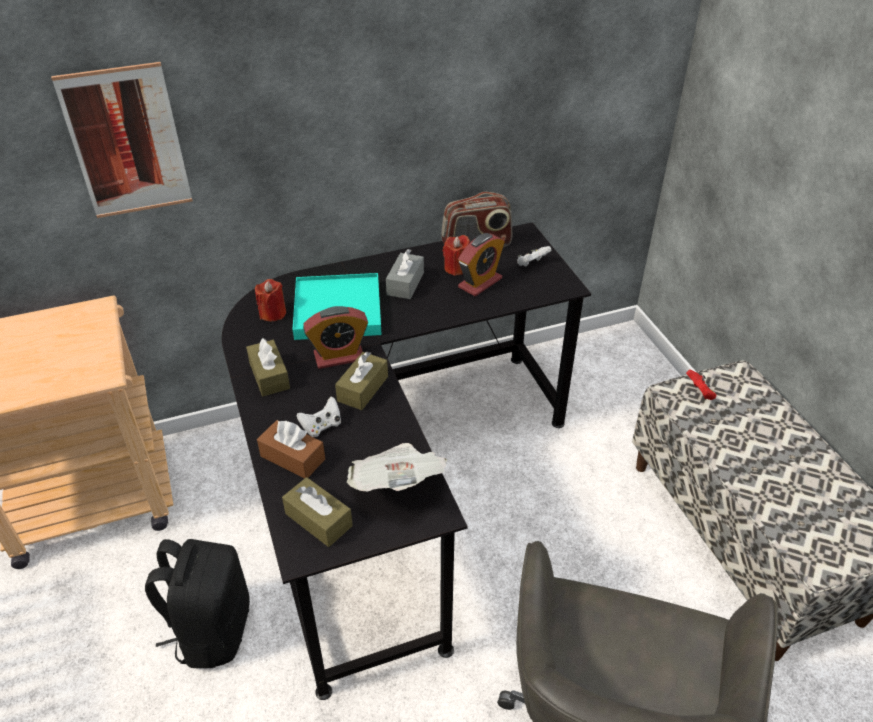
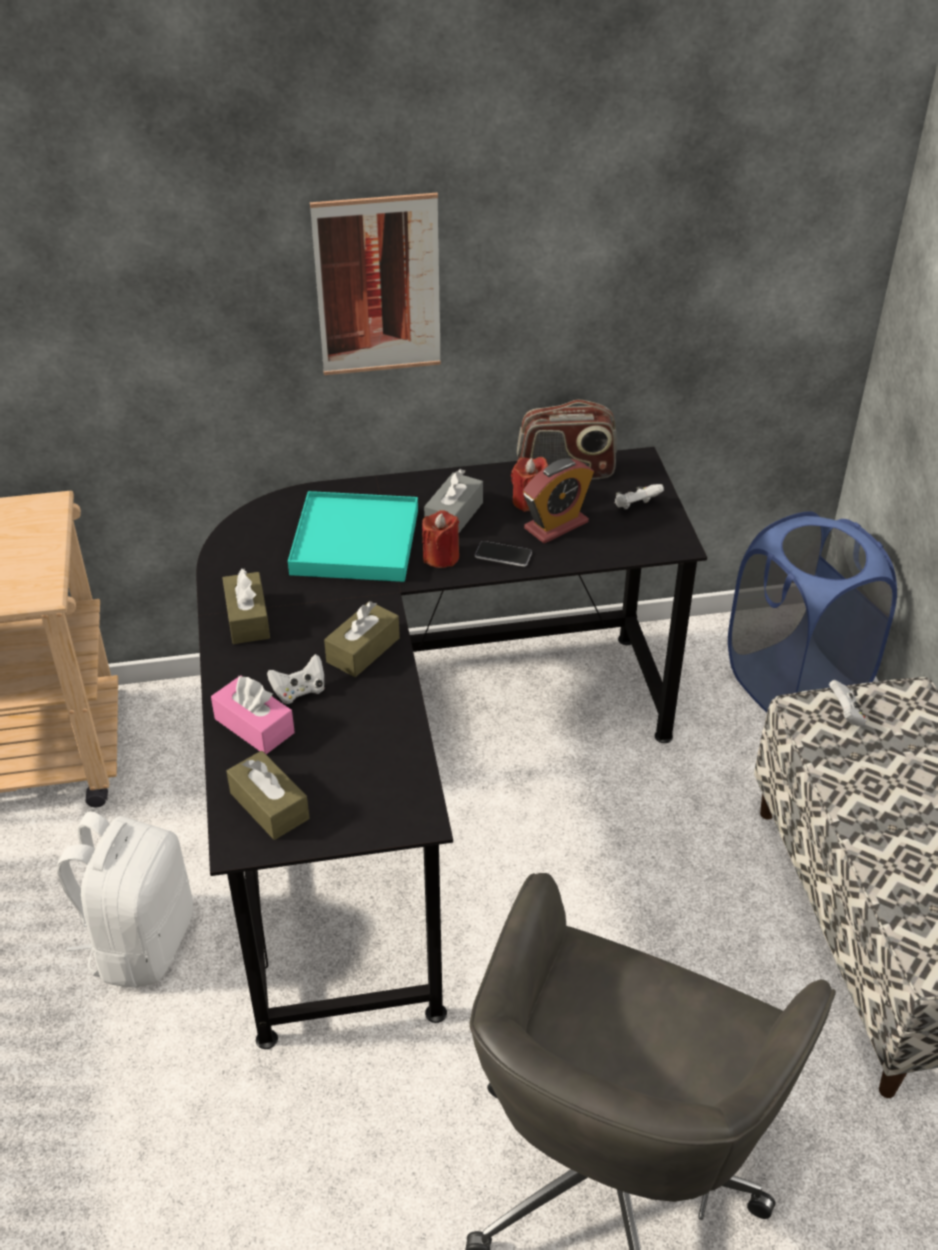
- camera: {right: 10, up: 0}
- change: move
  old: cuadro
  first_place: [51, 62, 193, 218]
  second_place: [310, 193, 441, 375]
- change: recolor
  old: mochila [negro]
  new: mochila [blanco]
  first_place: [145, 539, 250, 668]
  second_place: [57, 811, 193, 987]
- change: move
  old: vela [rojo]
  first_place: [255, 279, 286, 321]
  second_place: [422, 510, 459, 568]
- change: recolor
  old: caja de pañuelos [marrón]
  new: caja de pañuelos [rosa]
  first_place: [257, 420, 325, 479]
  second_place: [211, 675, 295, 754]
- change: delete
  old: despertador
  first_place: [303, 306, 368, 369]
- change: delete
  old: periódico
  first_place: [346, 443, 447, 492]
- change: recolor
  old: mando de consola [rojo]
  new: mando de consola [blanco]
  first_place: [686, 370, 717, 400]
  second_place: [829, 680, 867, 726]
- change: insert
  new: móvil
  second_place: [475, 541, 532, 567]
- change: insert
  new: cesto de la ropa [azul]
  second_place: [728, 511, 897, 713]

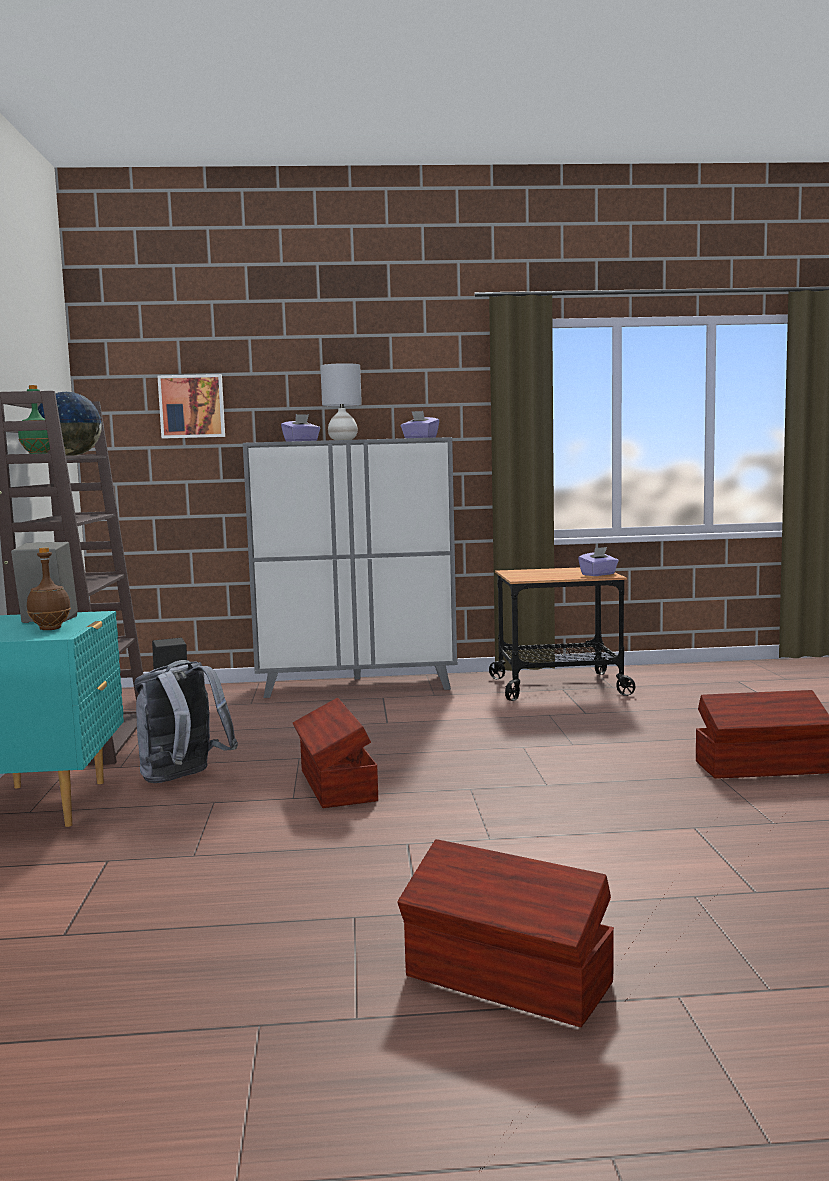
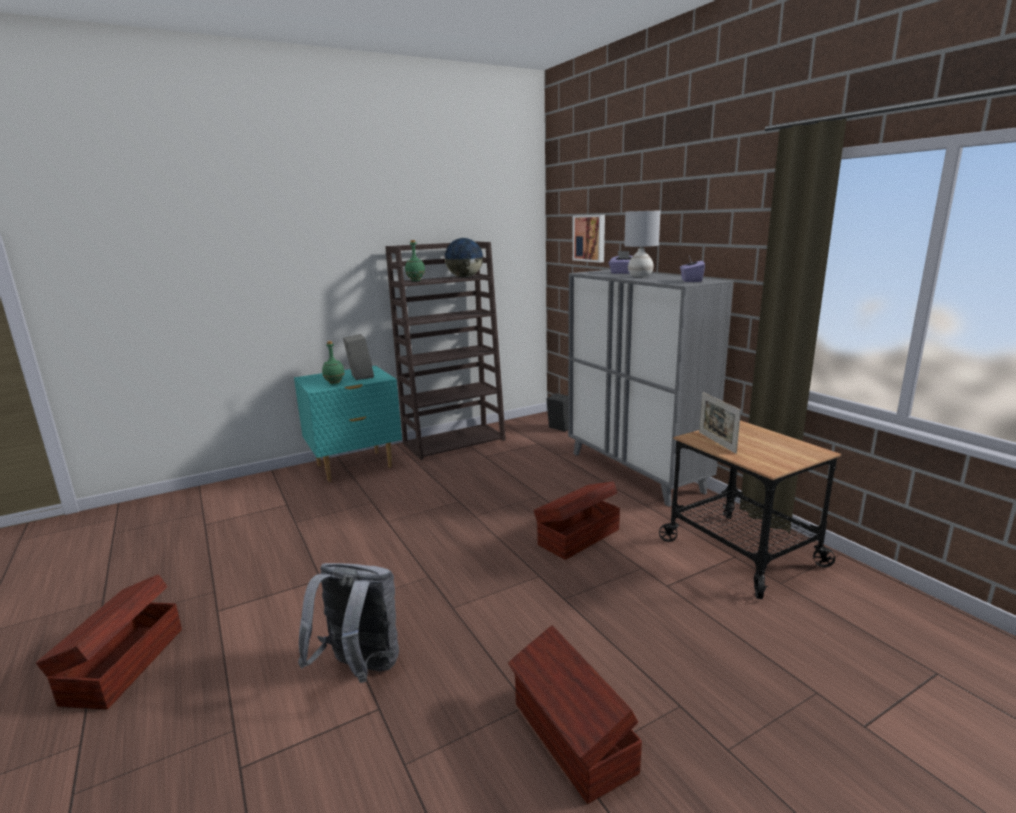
- camera: {right: 65, up: 10}
- change: recolor
  old: botella [marrón]
  new: botella [verde]
  first_place: [27, 547, 71, 630]
  second_place: [322, 341, 345, 384]
- change: move
  old: mochila [gris]
  first_place: [134, 660, 238, 783]
  second_place: [298, 563, 399, 683]
- change: move
  old: caja de almacenaje [marrón]
  first_place: [293, 698, 378, 808]
  second_place: [534, 481, 620, 560]
- change: delete
  old: caja de pañuelos [morado]
  first_place: [578, 547, 619, 576]
- change: insert
  new: portarretratos
  second_place: [699, 392, 741, 454]

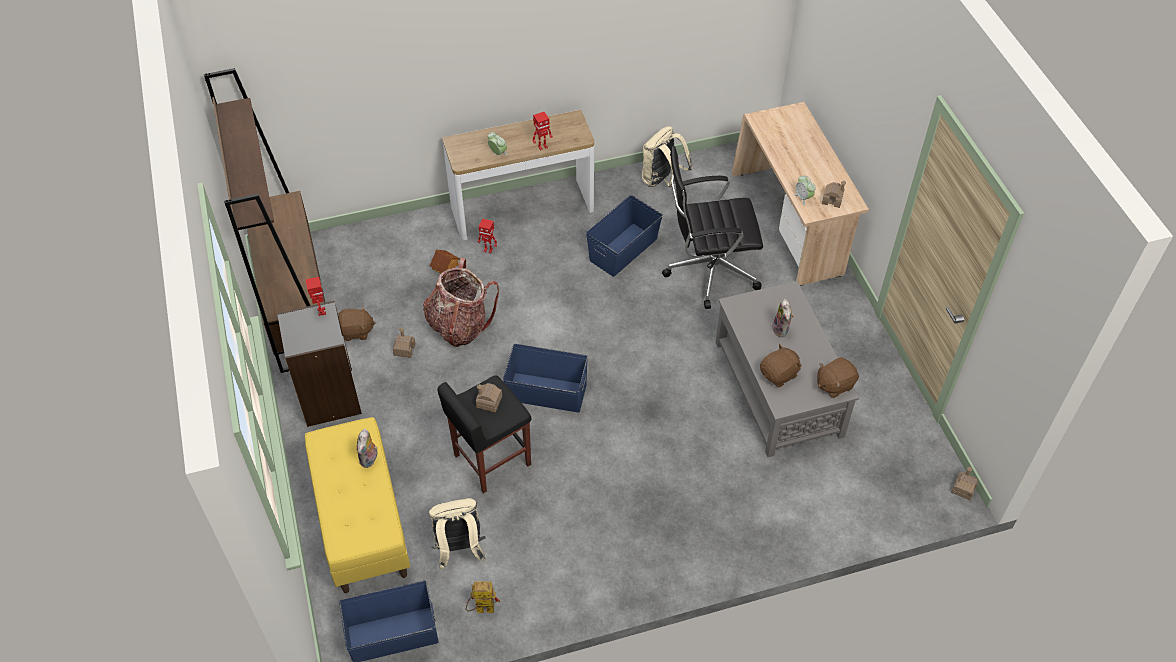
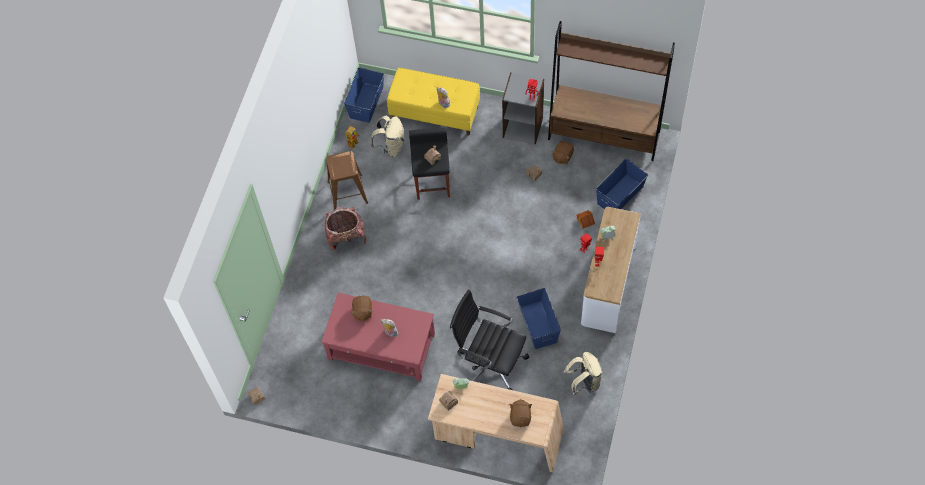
- camera: {right: 125, up: 10}
- change: move
  old: mochila
  first_place: [423, 258, 499, 347]
  second_place: [325, 207, 366, 250]
- change: move
  old: caja de almacenaje [azul]
  first_place: [503, 344, 588, 413]
  second_place: [596, 159, 648, 209]
- change: rotate
  old: silla de oficina [negro]
  first_place: [662, 146, 763, 309]
  second_place: [450, 290, 529, 390]
  degrees: -90
- change: recolor
  old: mesa de centro [gris]
  new: mesa de centro [rojo]
  first_place: [715, 281, 859, 457]
  second_place: [321, 293, 435, 381]
- change: move
  old: peluche [marrón]
  first_place: [817, 357, 859, 398]
  second_place: [510, 399, 532, 428]
- change: insert
  new: taburete [marrón]
  second_place: [326, 151, 368, 210]

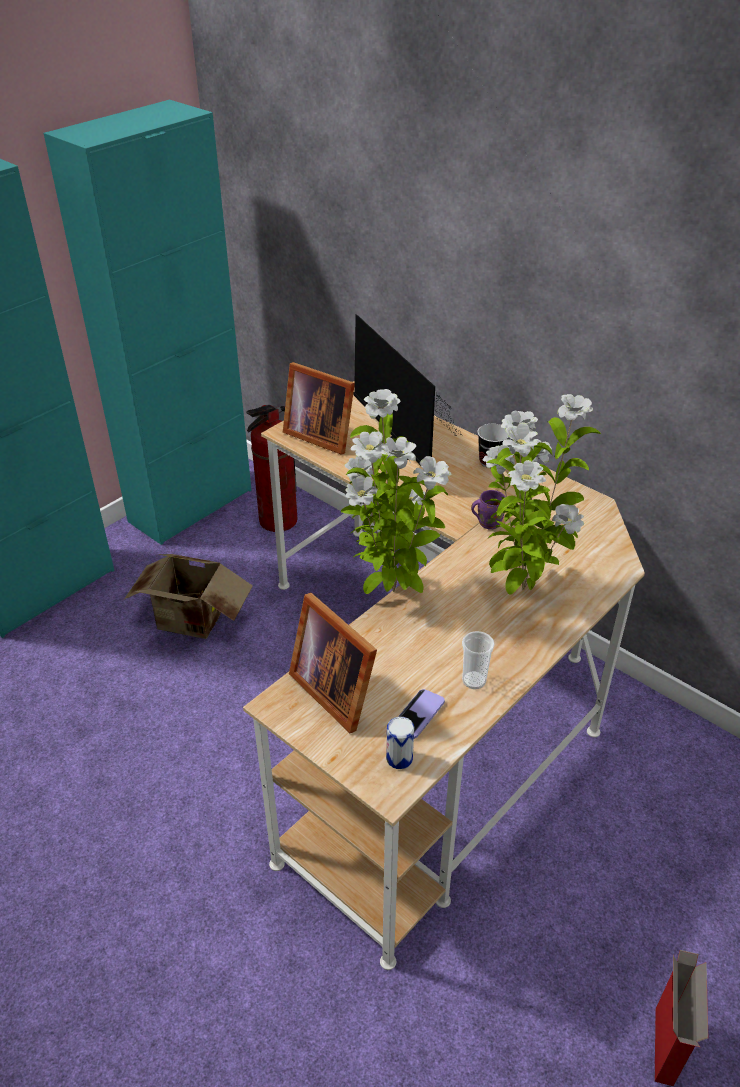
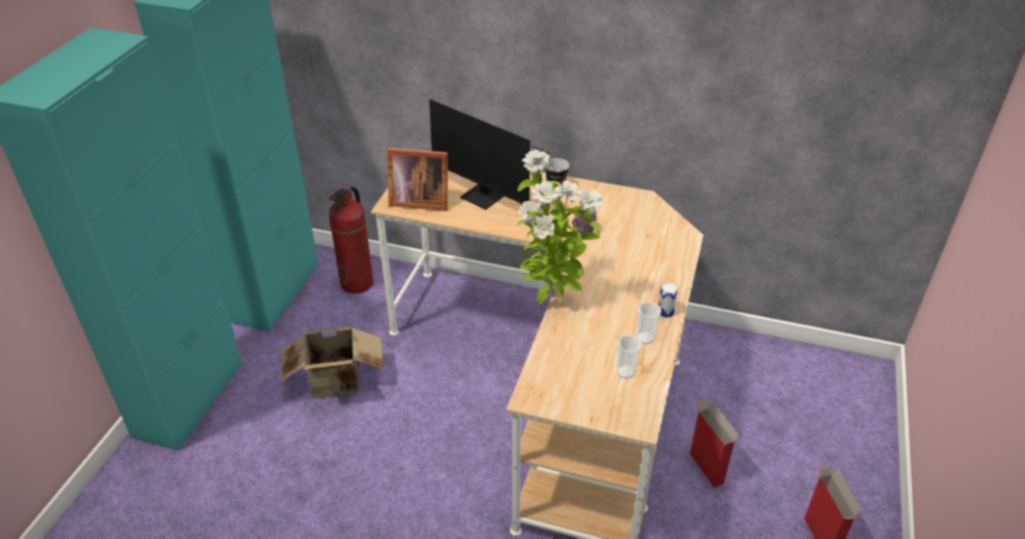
- camera: {right: -25, up: 0}
- change: delete
  old: portarretratos
  first_place: [289, 593, 377, 733]
- change: move
  old: lata
  first_place: [386, 717, 414, 769]
  second_place: [658, 283, 678, 317]
- change: replace
  old: móvil
  new: taza
  first_place: [398, 689, 445, 739]
  second_place: [617, 335, 642, 379]
- change: delete
  old: planta en maceta
  first_place: [483, 394, 601, 595]
- change: insert
  new: caja de cartón
  second_place: [690, 399, 740, 488]

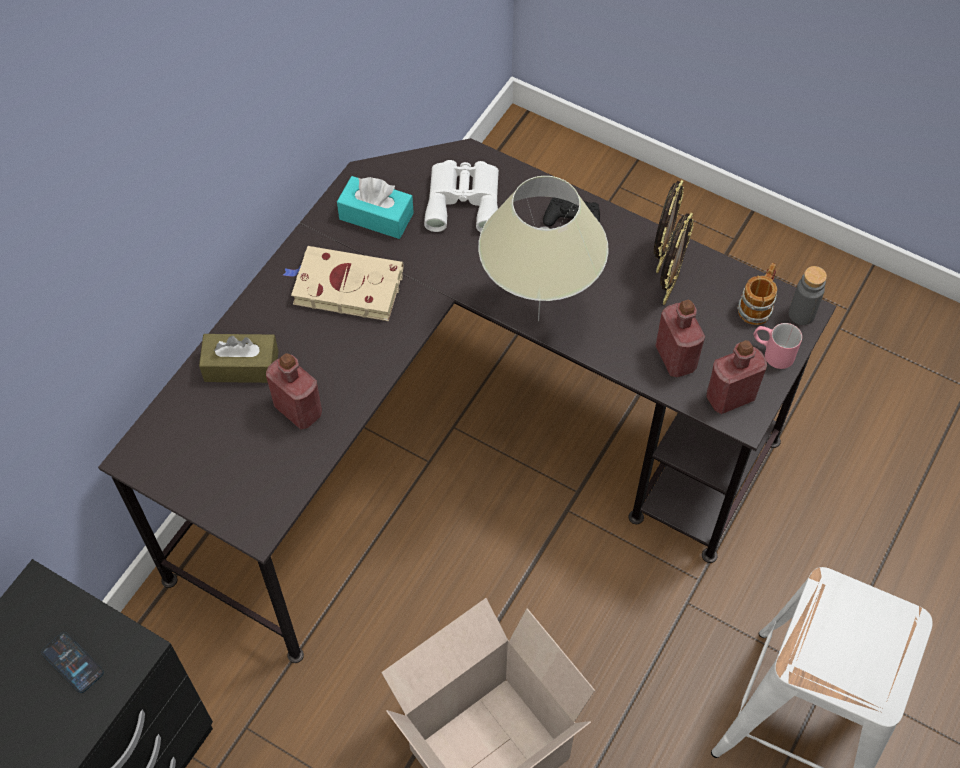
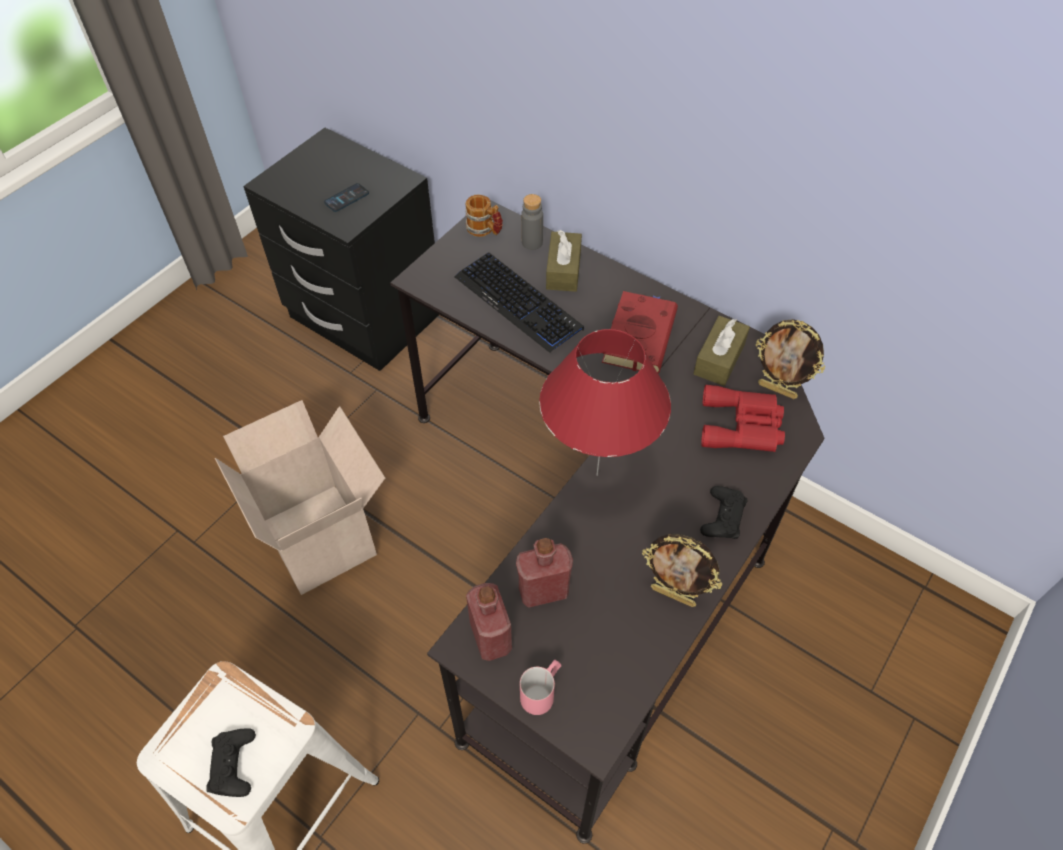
- camera: {right: 95, up: -5}
- change: replace
  old: botella [rojo]
  new: teclado
  first_place: [266, 353, 322, 429]
  second_place: [455, 252, 584, 353]
- change: recolor
  old: libro [beis]
  new: libro [rojo]
  first_place: [283, 246, 404, 321]
  second_place: [602, 291, 678, 374]
- change: recolor
  old: caja de pañuelos [turquesa]
  new: caja de pañuelos [marrón]
  first_place: [337, 176, 414, 239]
  second_place: [693, 316, 750, 386]
- change: recolor
  old: prismáticos [blanco]
  new: prismáticos [rojo]
  first_place: [424, 160, 499, 232]
  second_place: [701, 385, 785, 452]
- change: recolor
  old: lámpara de mesa [beis]
  new: lámpara de mesa [rojo]
  first_place: [478, 176, 609, 321]
  second_place: [539, 329, 671, 476]
- change: move
  old: portarretratos
  first_place: [660, 213, 694, 305]
  second_place: [756, 319, 825, 399]
- change: move
  old: taza grande
  first_place: [737, 263, 777, 325]
  second_place: [465, 195, 503, 237]
- change: move
  old: botella [gris]
  first_place: [789, 266, 827, 325]
  second_place: [521, 194, 543, 250]
- change: insert
  new: mando de consola [negro]
  second_place: [206, 728, 256, 797]

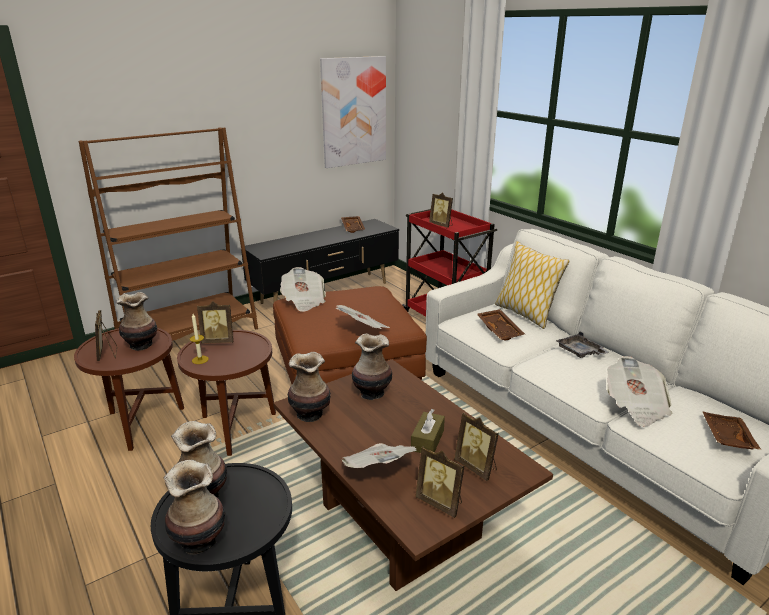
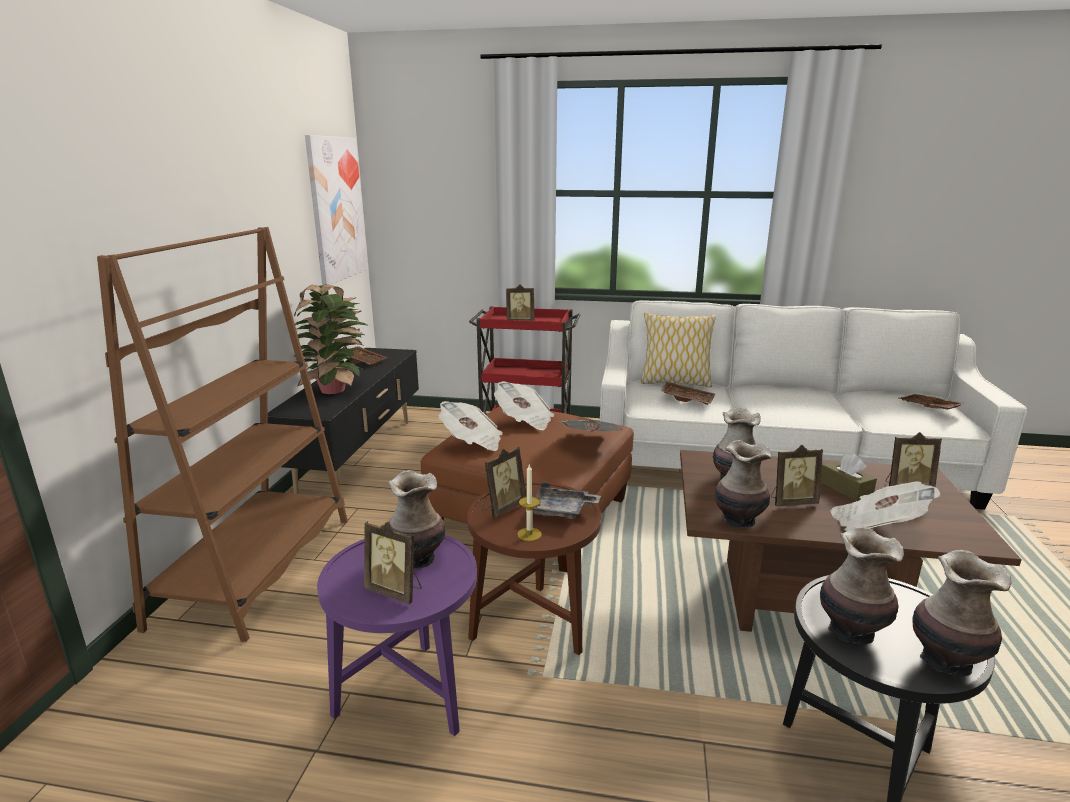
- camera: {right: -45, up: -5}
- change: recolor
  old: mesa auxiliar [marrón]
  new: mesa auxiliar [morado]
  first_place: [74, 328, 184, 451]
  second_place: [317, 535, 477, 736]
- change: move
  old: portarretratos
  first_place: [415, 446, 464, 518]
  second_place: [771, 445, 823, 506]
- change: move
  old: bandeja [gris]
  first_place: [556, 331, 609, 358]
  second_place: [533, 482, 601, 519]
- change: move
  old: periódico
  first_place: [607, 356, 673, 427]
  second_place: [494, 381, 554, 430]
- change: insert
  new: planta en maceta
  second_place: [293, 284, 369, 394]

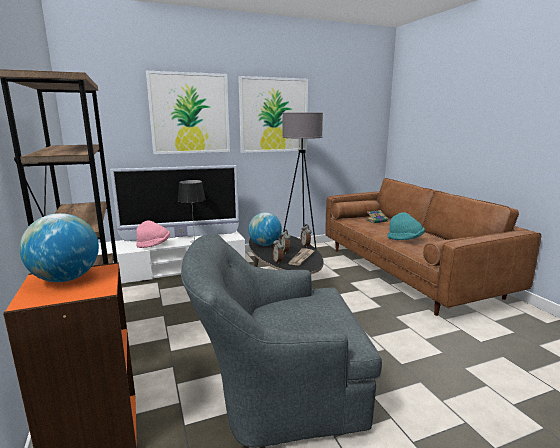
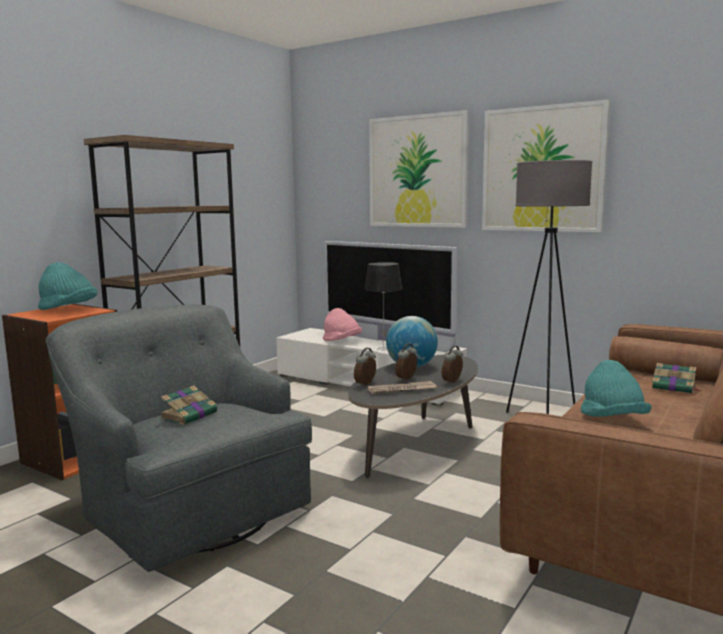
- camera: {right: 55, up: -5}
- change: replace
  old: globo terráqueo
  new: sombrero [turquesa]
  first_place: [19, 213, 99, 282]
  second_place: [38, 262, 98, 310]
- change: insert
  new: libro
  second_place: [160, 385, 217, 425]

